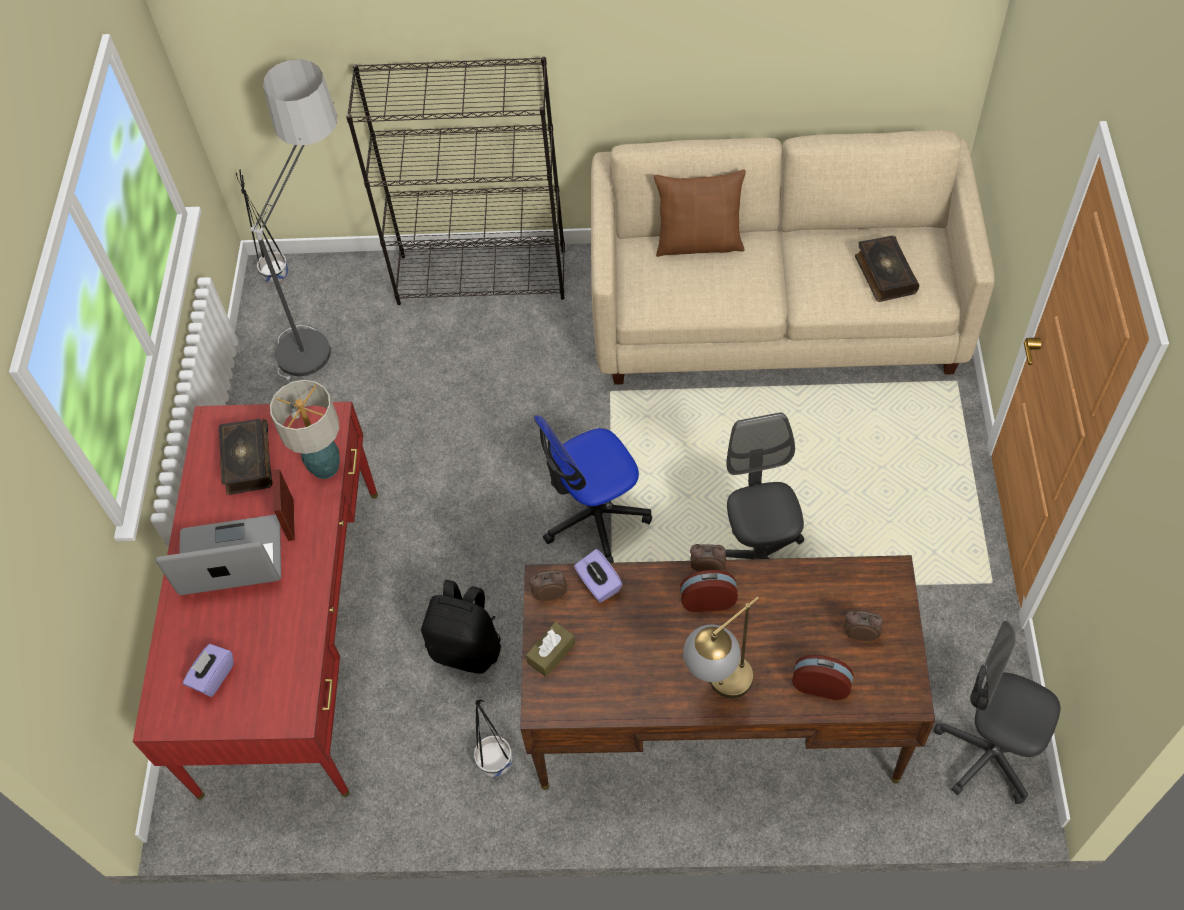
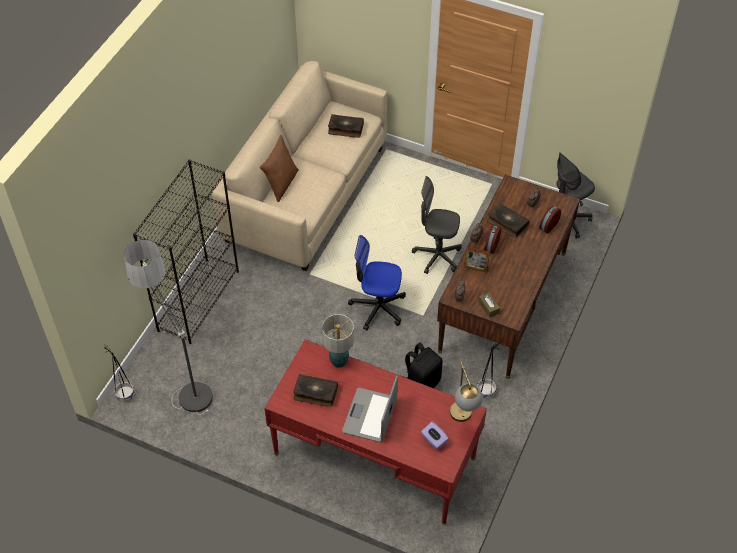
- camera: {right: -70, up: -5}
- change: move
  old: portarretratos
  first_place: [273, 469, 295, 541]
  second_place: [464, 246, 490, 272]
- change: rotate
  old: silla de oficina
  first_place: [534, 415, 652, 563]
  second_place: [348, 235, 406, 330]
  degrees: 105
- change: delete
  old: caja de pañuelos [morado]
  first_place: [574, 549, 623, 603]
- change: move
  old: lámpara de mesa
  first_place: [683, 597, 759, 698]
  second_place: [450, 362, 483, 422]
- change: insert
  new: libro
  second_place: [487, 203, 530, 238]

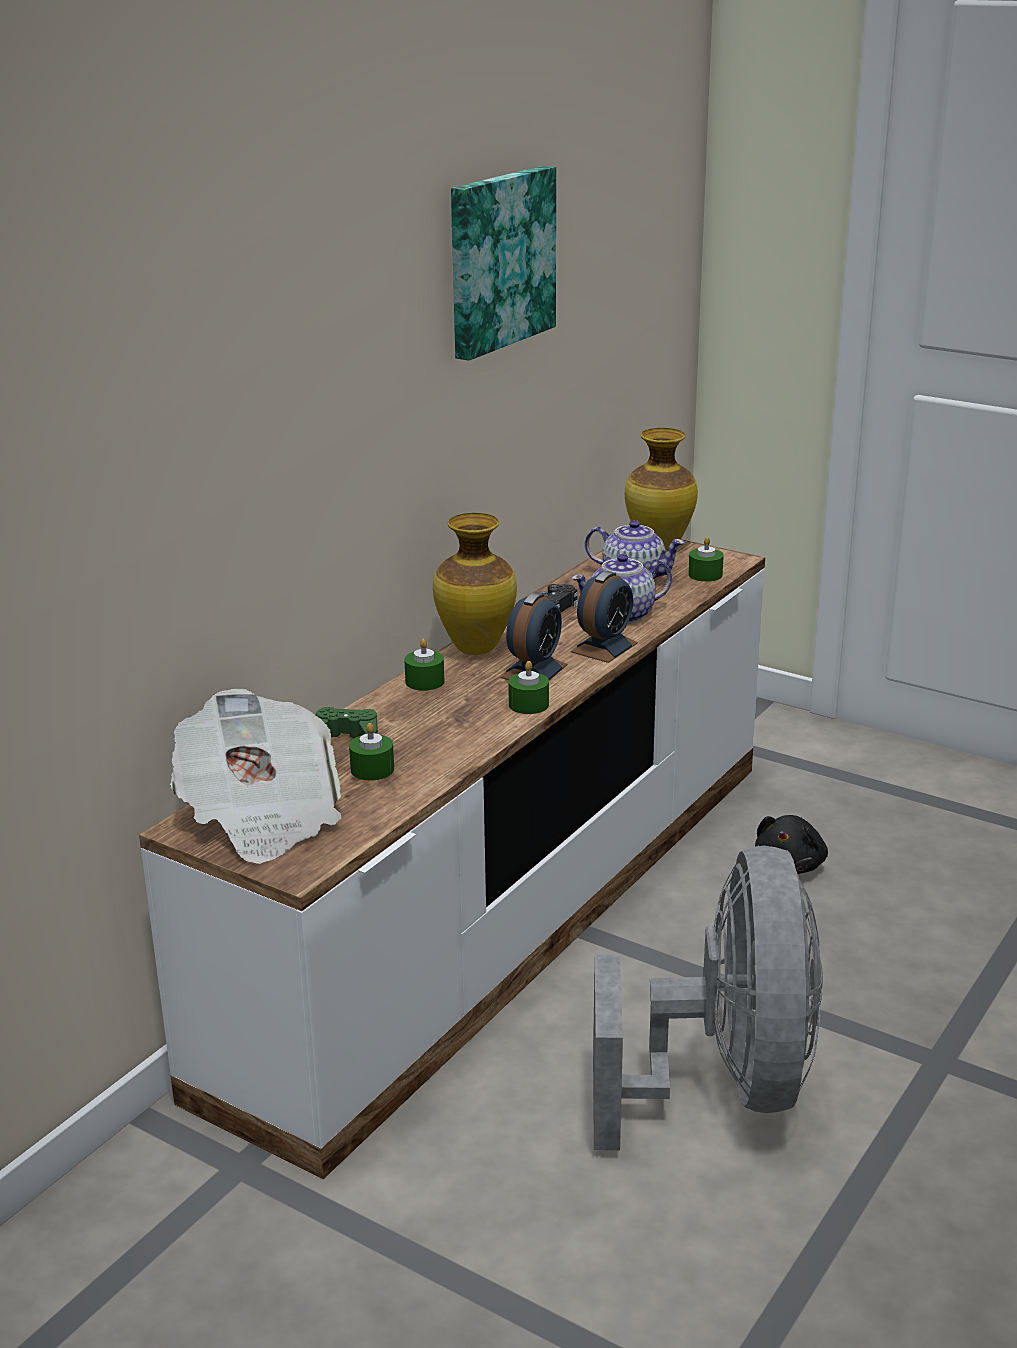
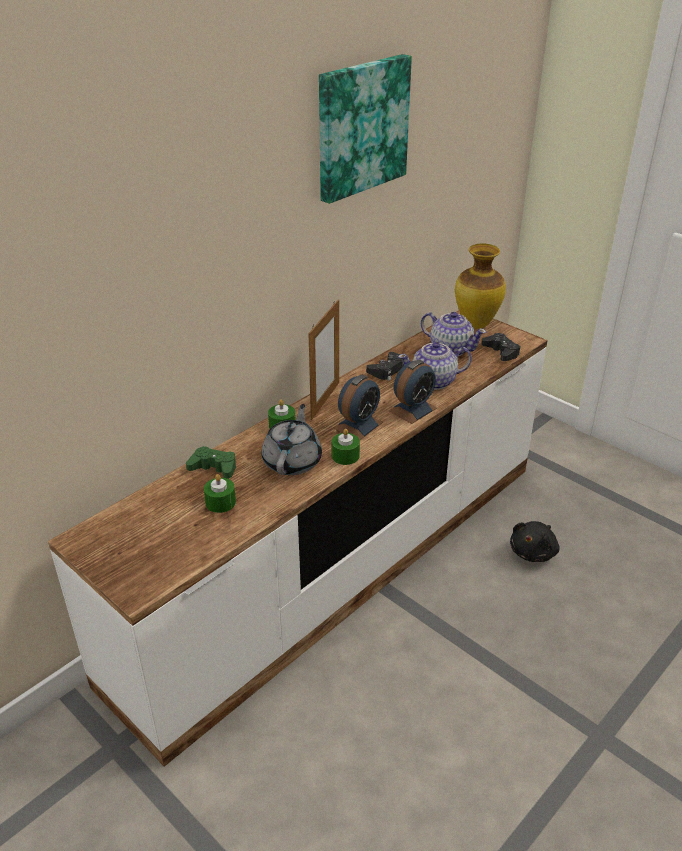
- camera: {right: 10, up: 10}
- change: delete
  old: periódico
  first_place: [170, 689, 341, 864]
- change: replace
  old: florero
  new: portarretratos
  first_place: [433, 513, 517, 655]
  second_place: [309, 299, 339, 420]
- change: delete
  old: ventilador [gris]
  first_place: [593, 846, 823, 1150]
- change: replace
  old: vela [verde]
  new: mando de consola [negro]
  first_place: [688, 537, 724, 582]
  second_place: [481, 333, 520, 361]
- change: insert
  new: tetera [gris]
  second_place: [262, 404, 322, 475]

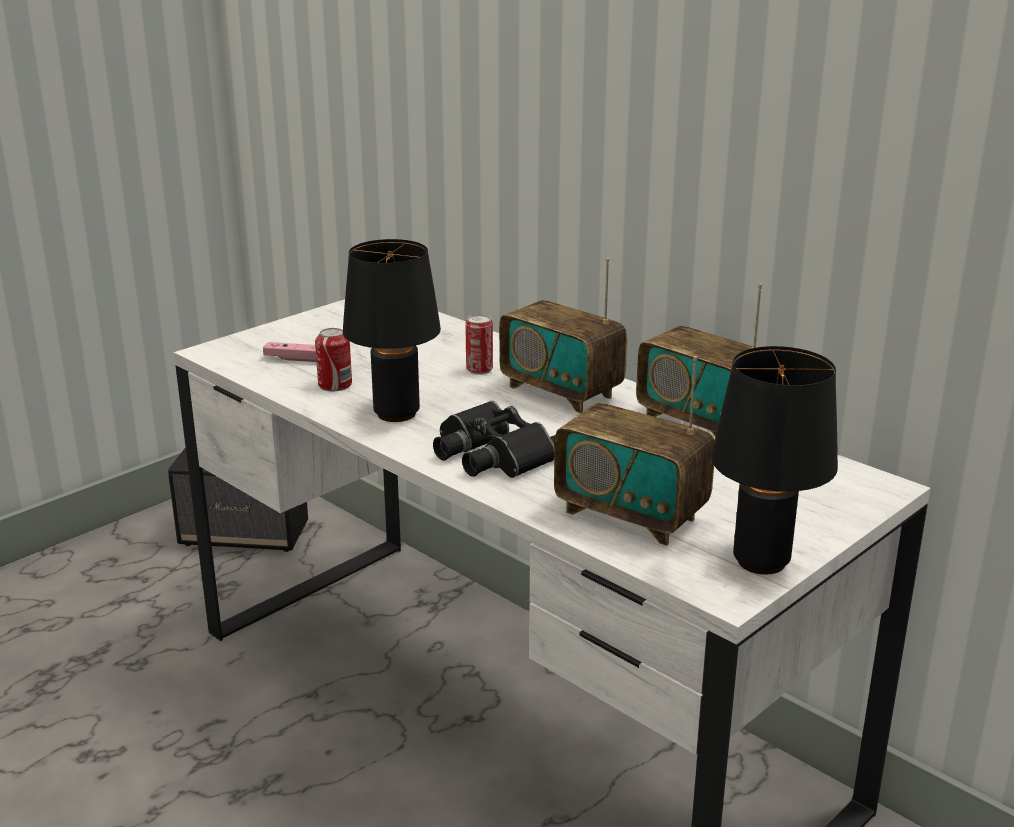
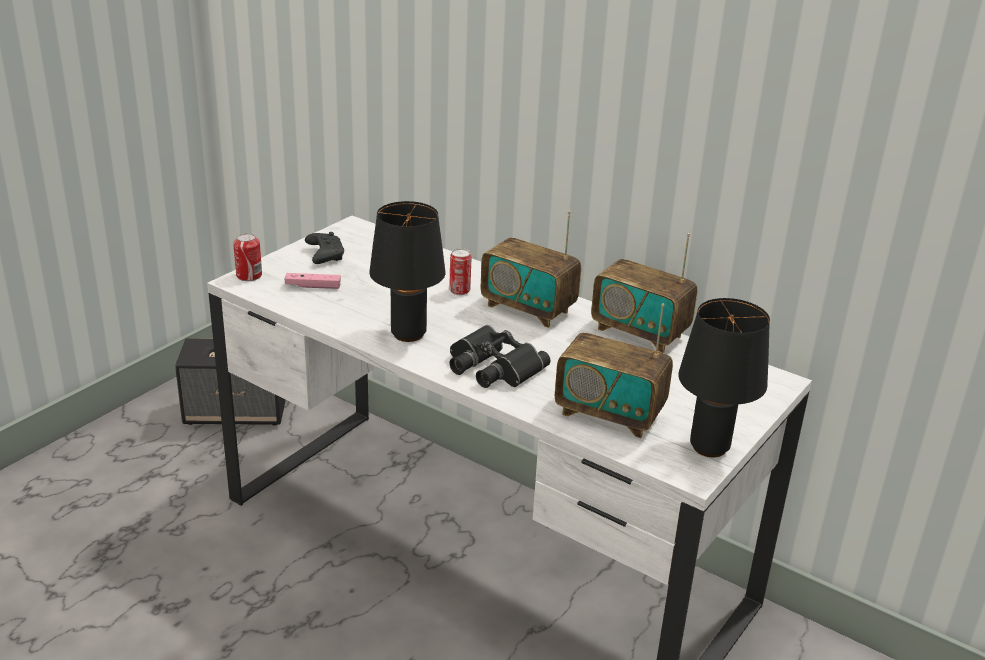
- camera: {right: -10, up: 5}
- change: move
  old: lata
  first_place: [315, 328, 352, 391]
  second_place: [233, 233, 262, 281]
- change: insert
  new: mando de consola [negro]
  second_place: [305, 232, 344, 264]

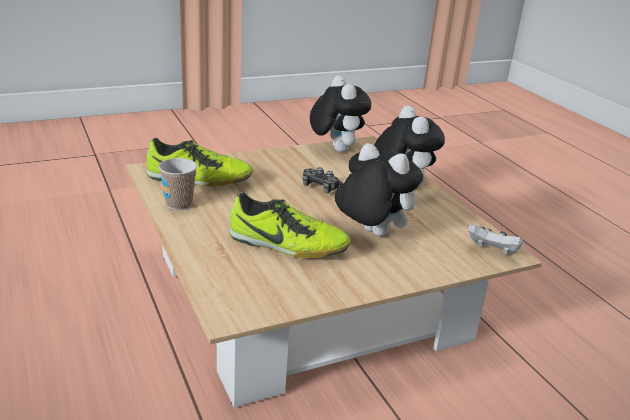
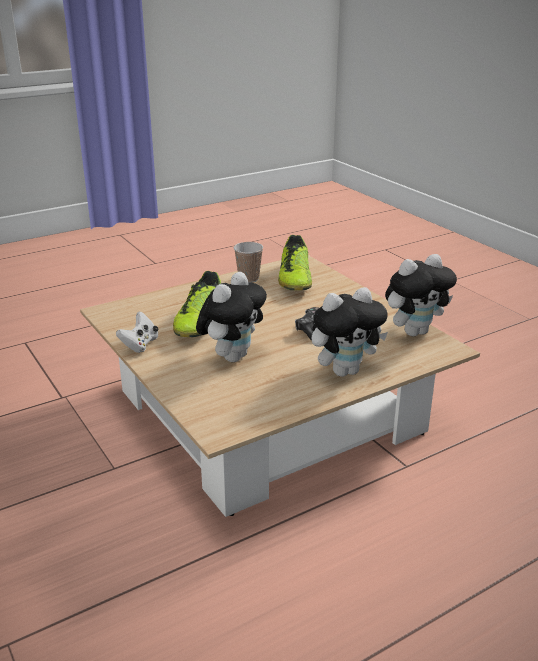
- camera: {right: 85, up: 0}
- change: move
  old: mando de consola [blanco]
  first_place: [468, 224, 523, 255]
  second_place: [116, 311, 159, 353]

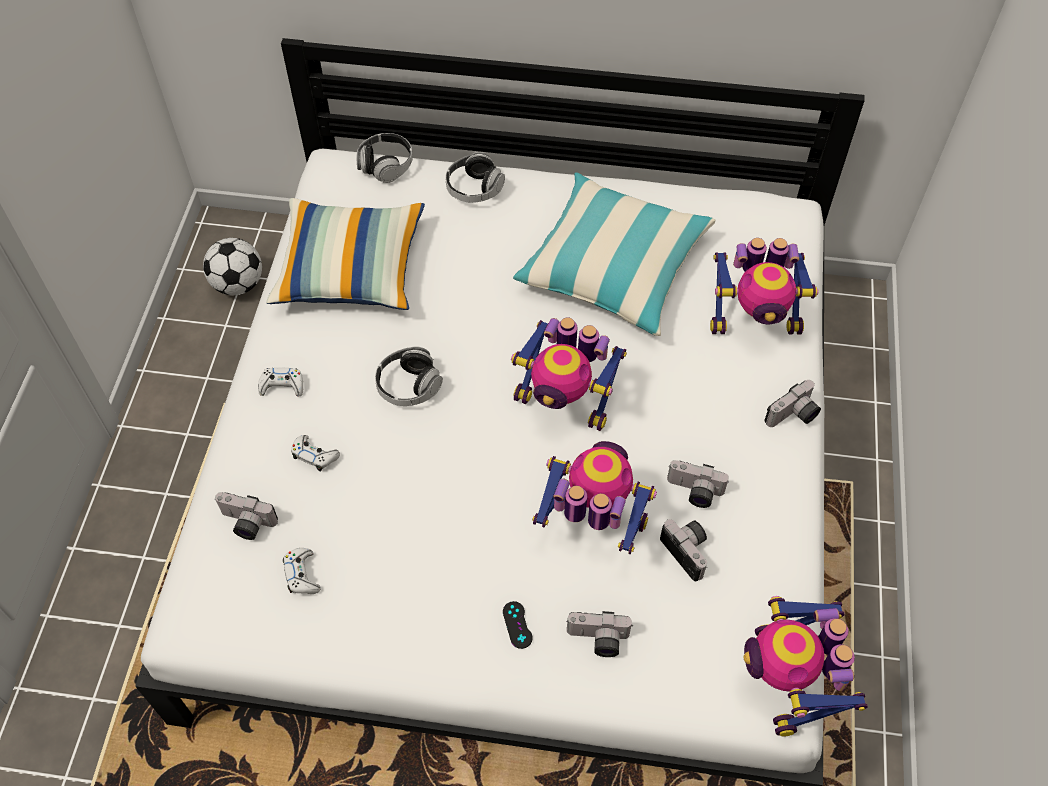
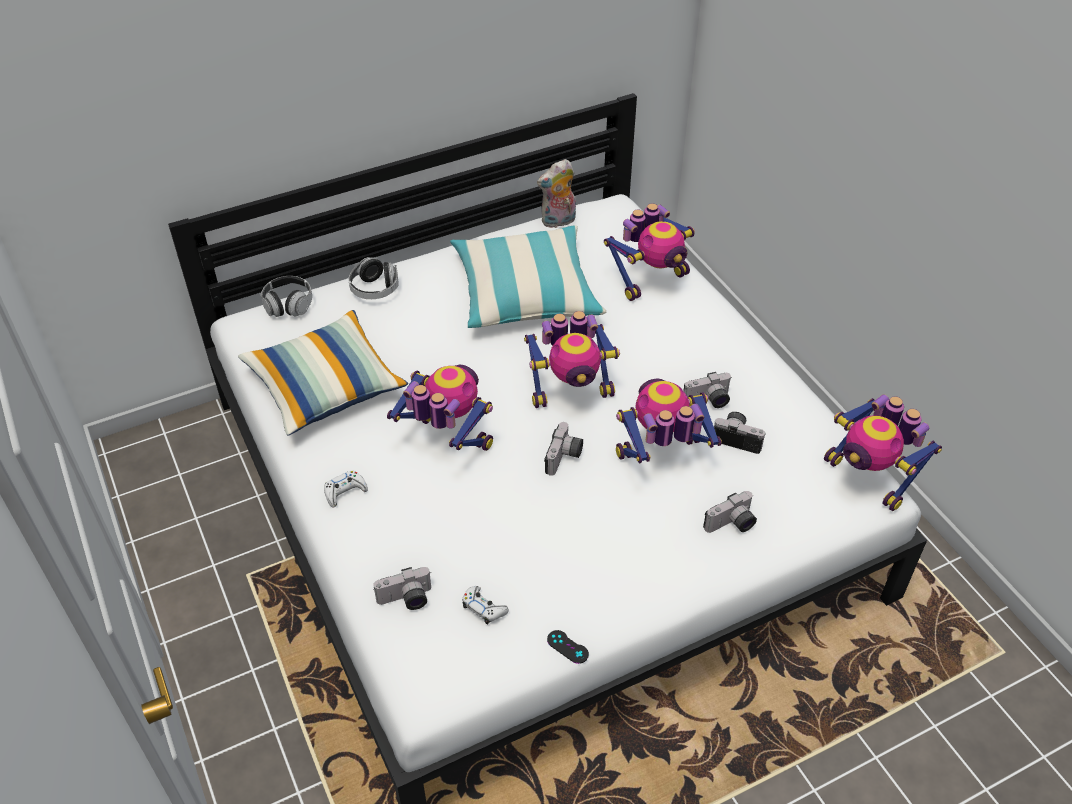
- camera: {right: -35, up: -10}
- change: delete
  old: balón de fútbol
  first_place: [203, 238, 262, 295]
- change: delete
  old: mando de consola [blanco]
  first_place: [291, 435, 340, 471]
- change: replace
  old: auriculares
  new: robot de juguete
  first_place: [375, 346, 443, 406]
  second_place: [387, 365, 493, 451]
- change: move
  old: mando de consola [negro]
  first_place: [503, 601, 533, 649]
  second_place: [547, 630, 589, 664]
- change: move
  old: cámara
  first_place: [764, 380, 821, 427]
  second_place: [544, 422, 583, 476]
- change: insert
  new: peluche
  second_place: [537, 159, 576, 228]

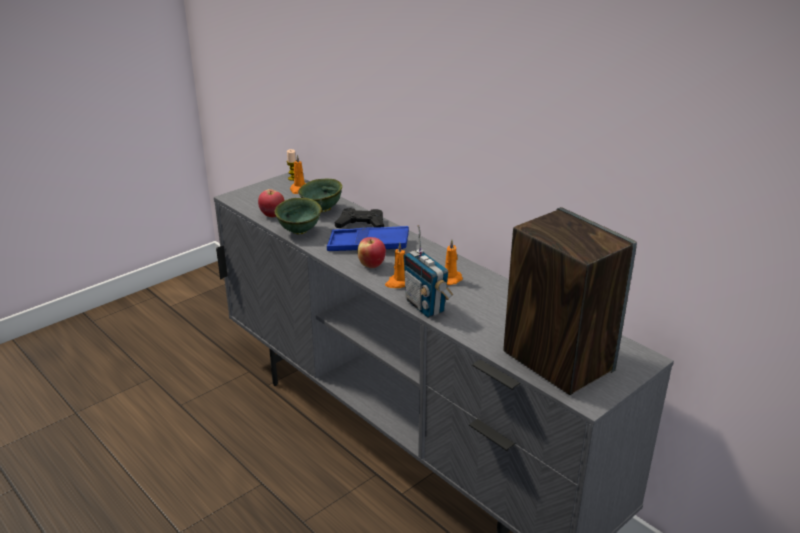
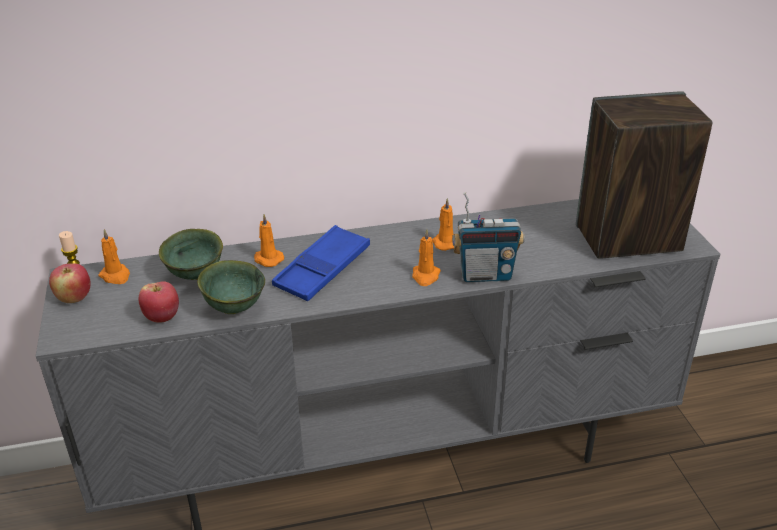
- camera: {right: -60, up: 5}
- change: replace
  old: mando de consola [negro]
  new: vela [naranja]
  first_place: [335, 208, 384, 228]
  second_place: [254, 214, 284, 267]
- change: move
  old: manzana
  first_place: [357, 237, 386, 268]
  second_place: [49, 263, 91, 303]

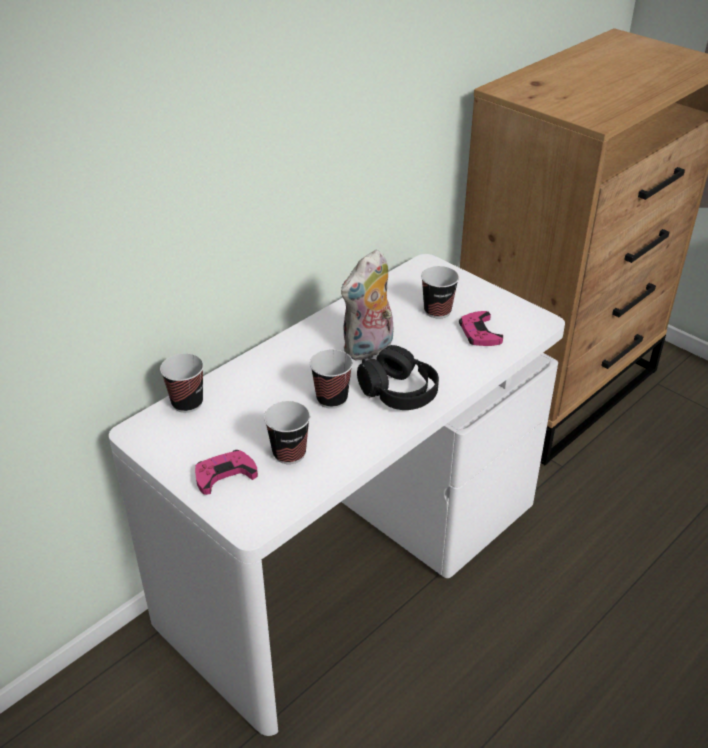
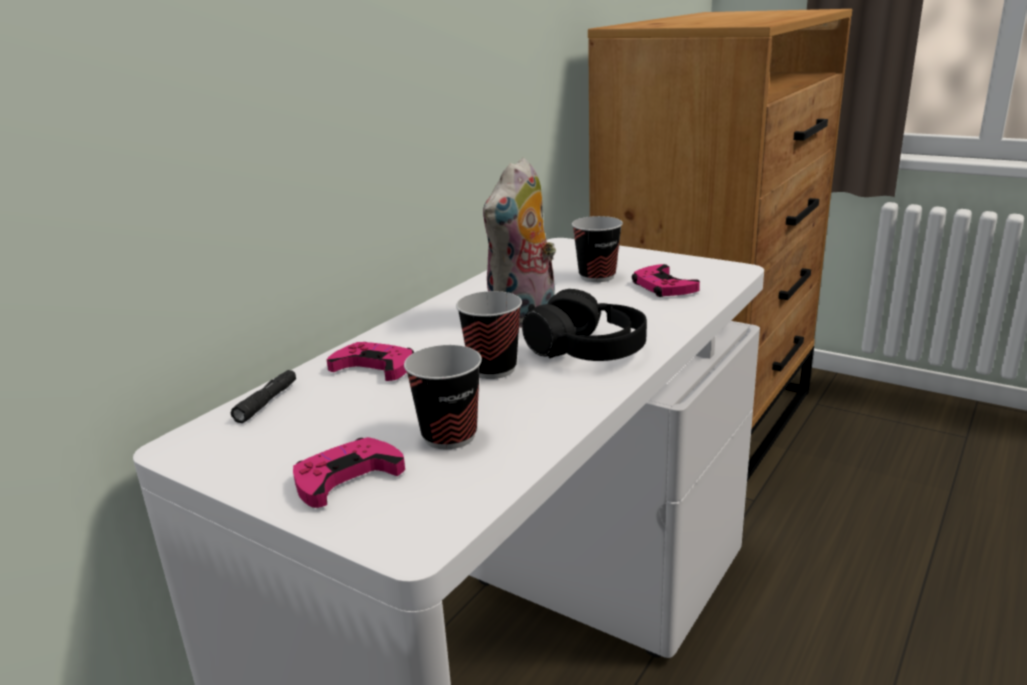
- camera: {right: -10, up: -15}
- change: replace
  old: taza
  new: linterna [negro]
  first_place: [160, 353, 204, 413]
  second_place: [231, 370, 296, 423]
- change: insert
  new: mando de consola [rosa]
  second_place: [327, 342, 414, 381]

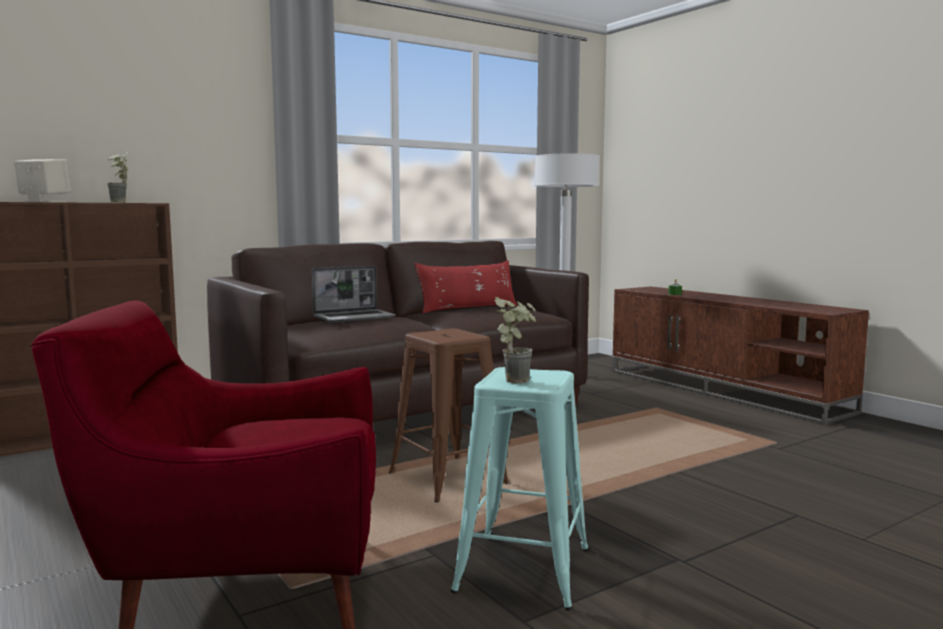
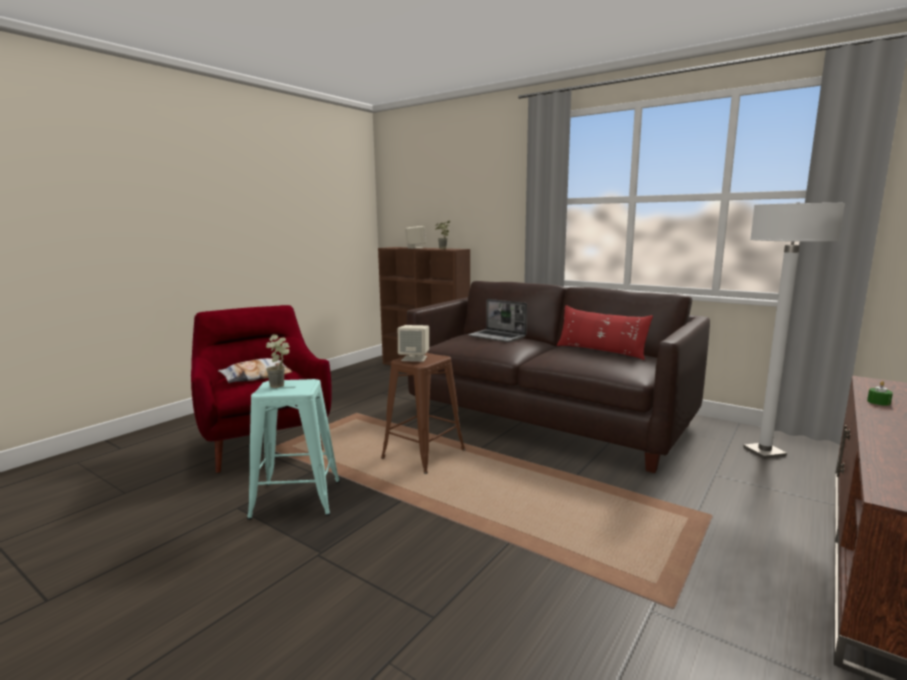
- camera: {right: 70, up: 5}
- change: insert
  new: cojín
  second_place: [218, 358, 292, 383]
- change: insert
  new: altavoz [beis]
  second_place: [398, 325, 429, 362]

